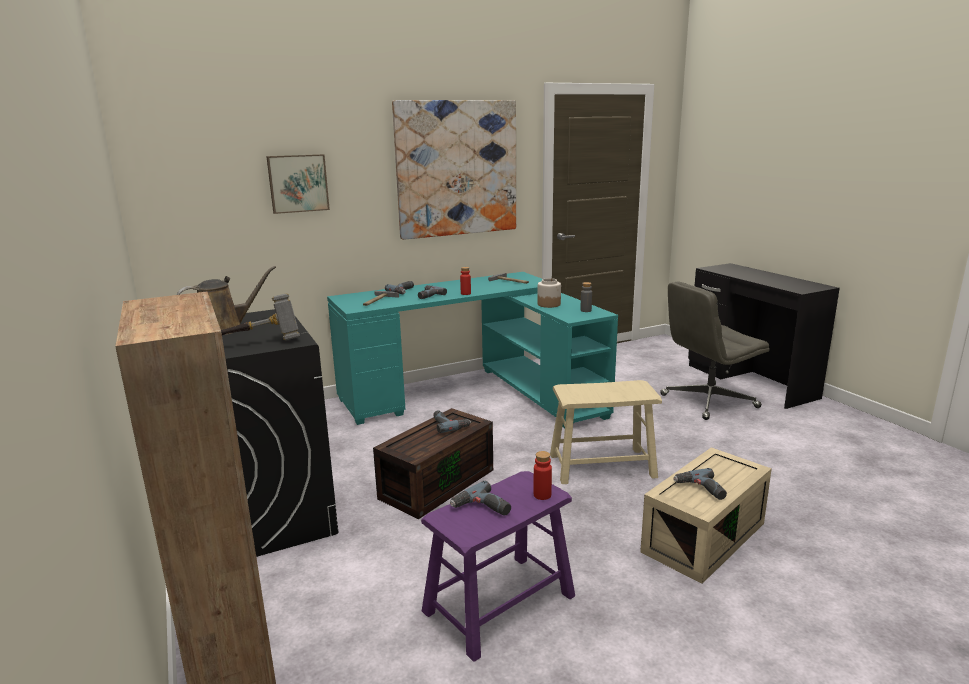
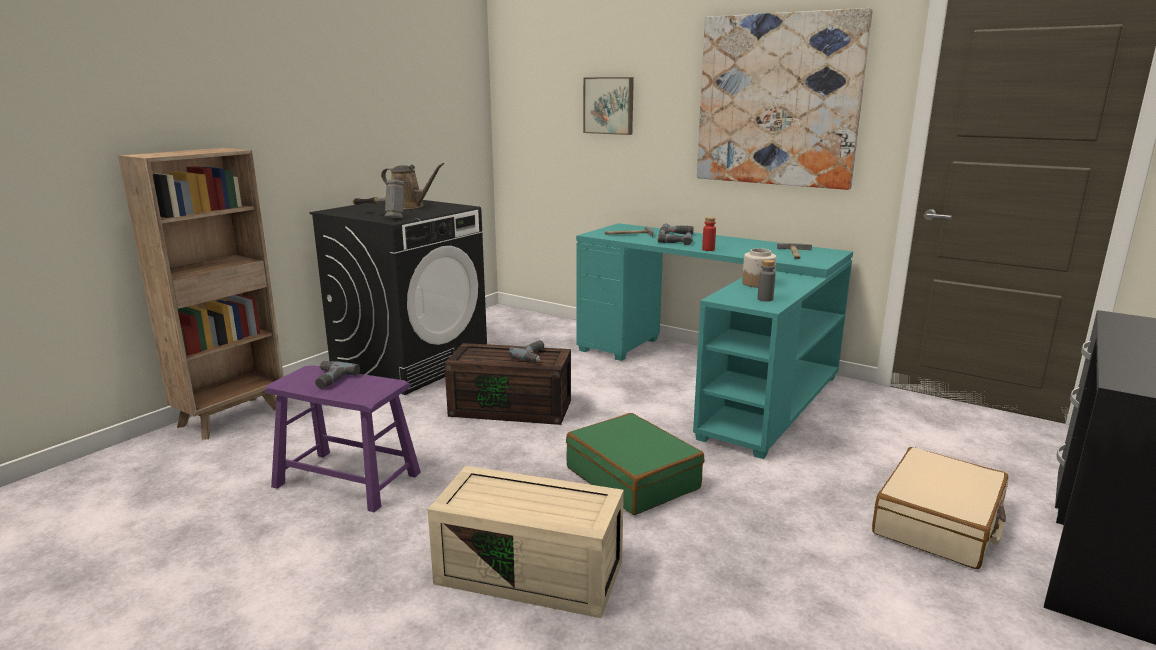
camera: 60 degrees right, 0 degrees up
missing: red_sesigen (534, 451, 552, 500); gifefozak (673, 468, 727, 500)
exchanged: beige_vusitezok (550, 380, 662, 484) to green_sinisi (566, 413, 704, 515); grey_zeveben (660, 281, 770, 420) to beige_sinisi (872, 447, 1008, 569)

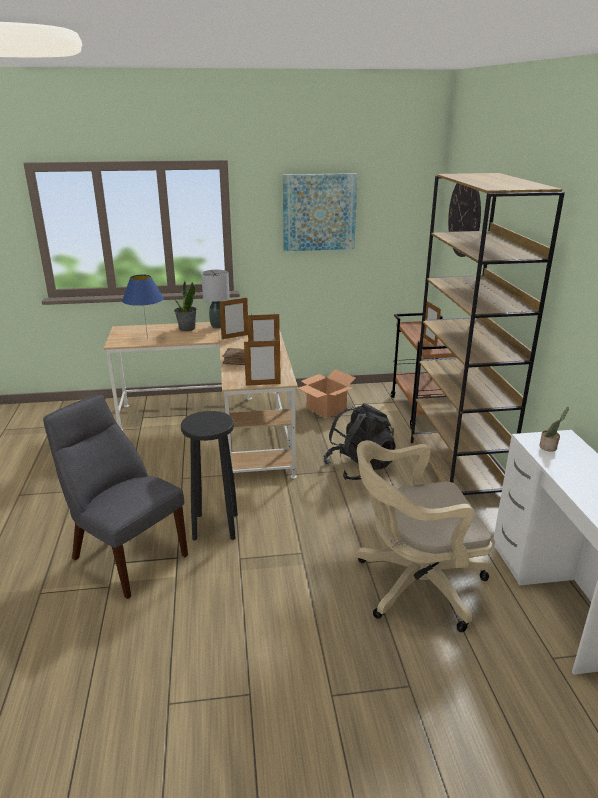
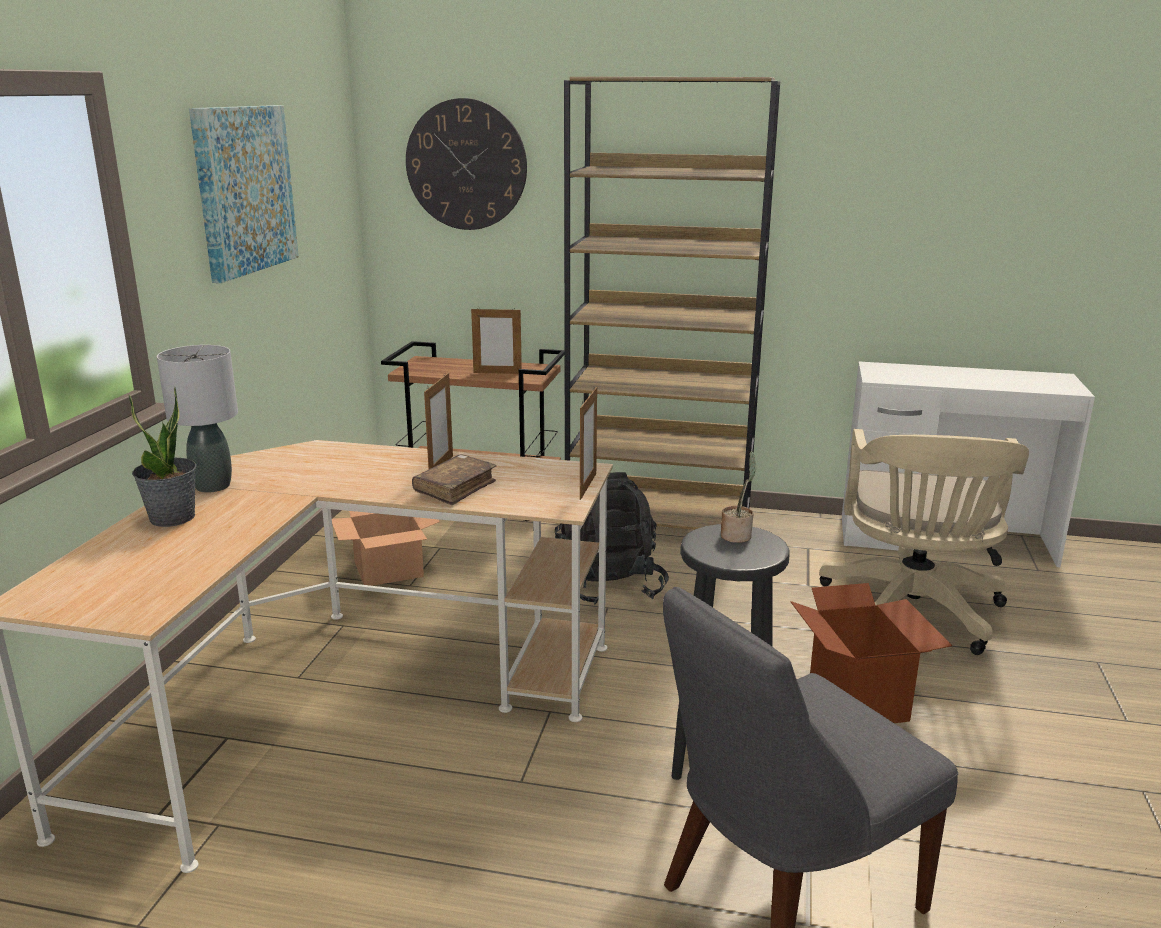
camera: 70 degrees left, 5 degrees down
missing: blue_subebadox (122, 275, 164, 340); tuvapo (219, 298, 248, 339)
appeared: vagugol (790, 583, 952, 723)
relocated: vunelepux (539, 407, 569, 452) to (721, 451, 756, 543)

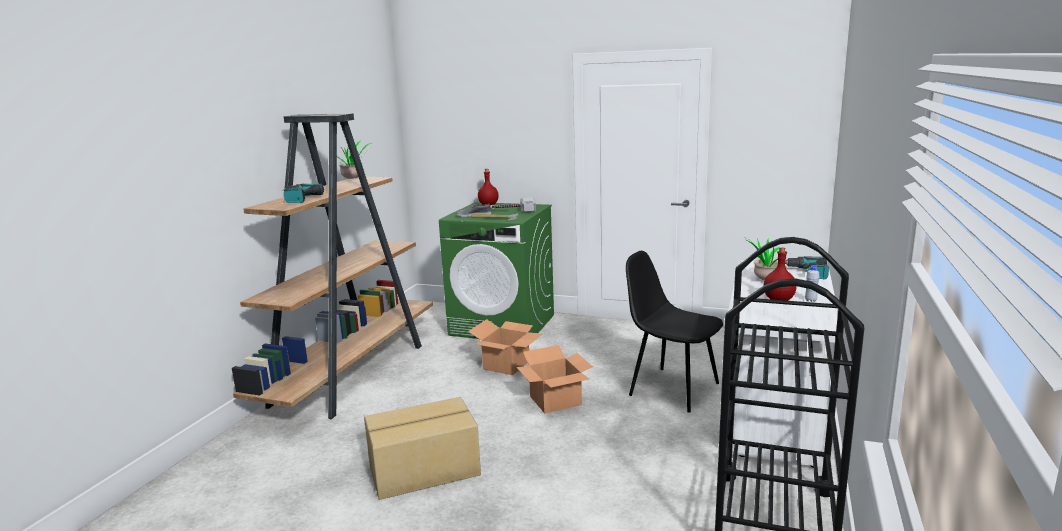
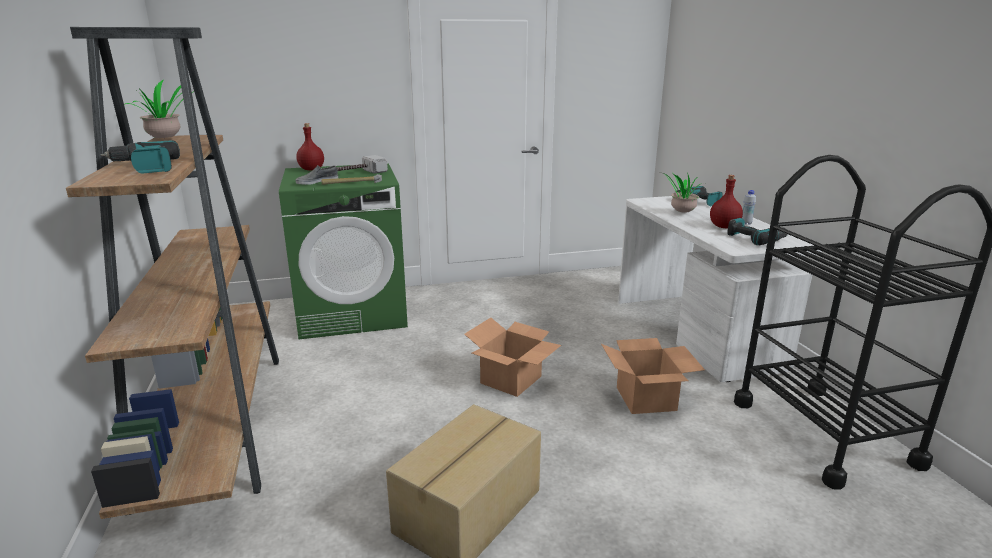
camera: 35 degrees left, 5 degrees up
missing: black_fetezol (626, 251, 723, 413)
appeared: gifefozak (727, 218, 788, 245)
relocated: vagugol (468, 319, 542, 375) to (601, 338, 705, 414)

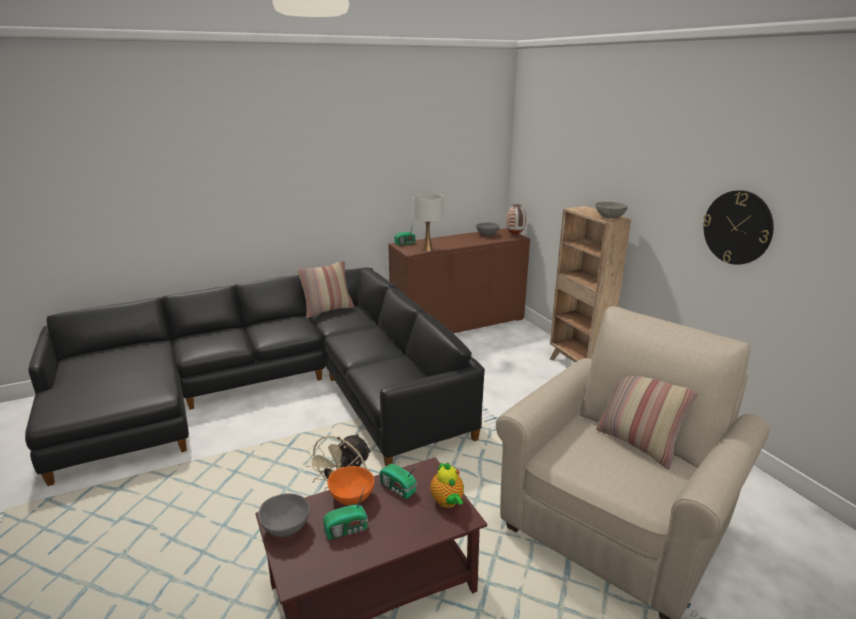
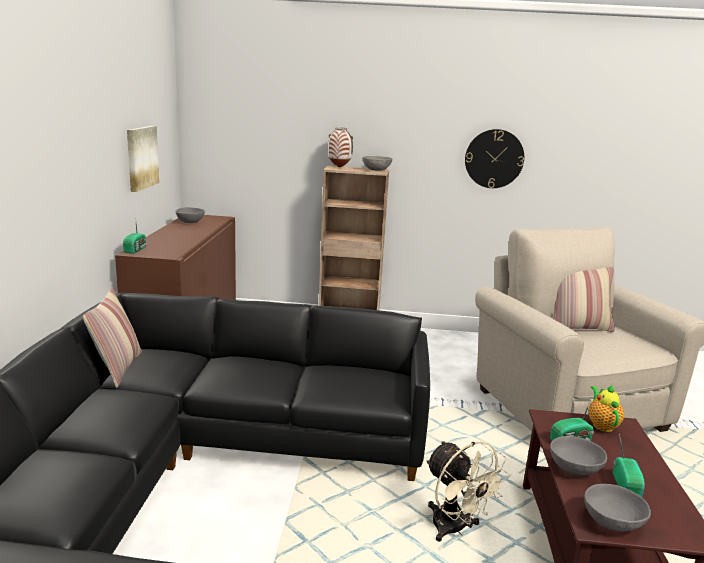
camera: 60 degrees left, 5 degrees down
missing: white_subebadox (412, 193, 443, 251)
appeared: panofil (127, 126, 159, 192)
relocated: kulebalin (506, 204, 526, 235) to (328, 127, 353, 168)
colour: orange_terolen (327, 466, 374, 505) to grey_terolen (550, 436, 607, 475)
spun: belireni (430, 462, 464, 508) = (588, 384, 624, 432) 105 degrees counterclockwise

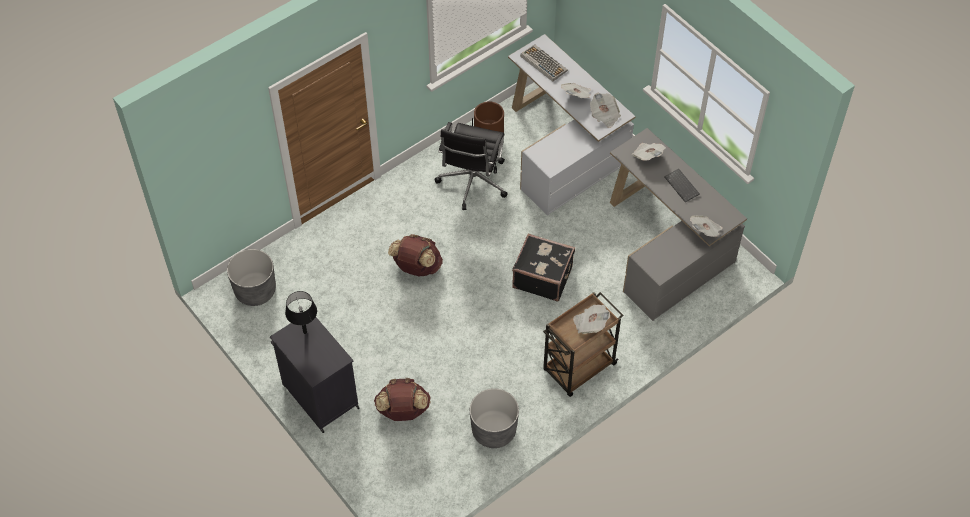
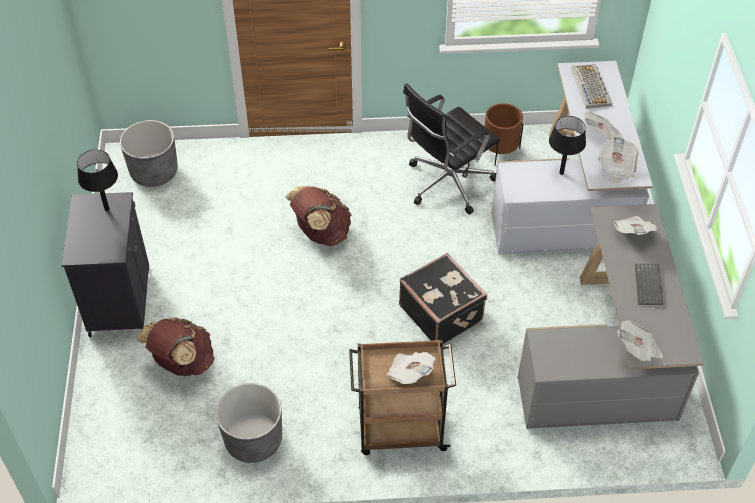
camera: 35 degrees right, 5 degrees down
appeared: black_subebadox (549, 116, 586, 175)

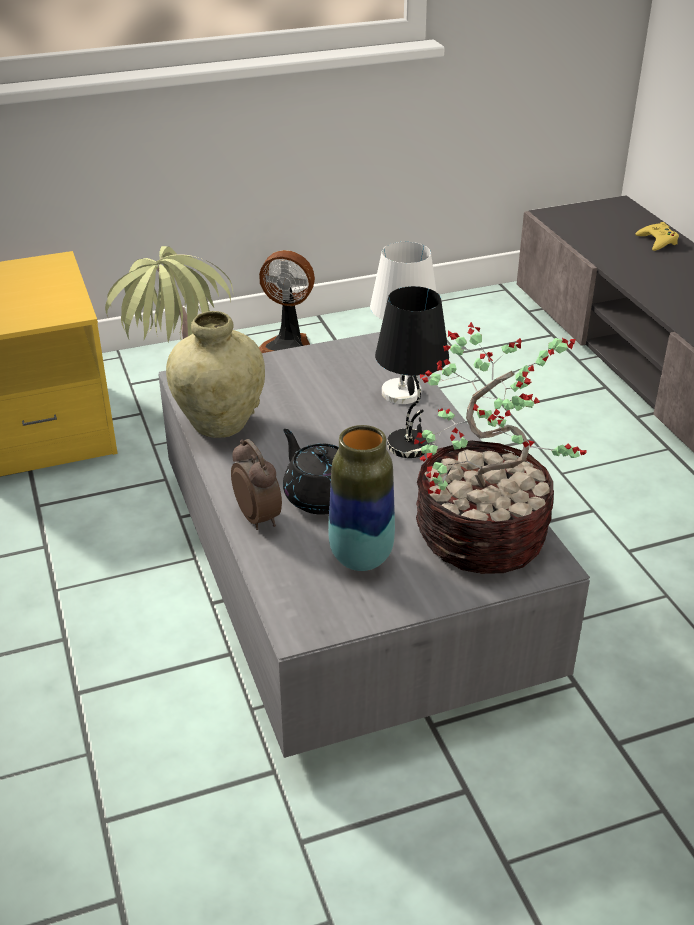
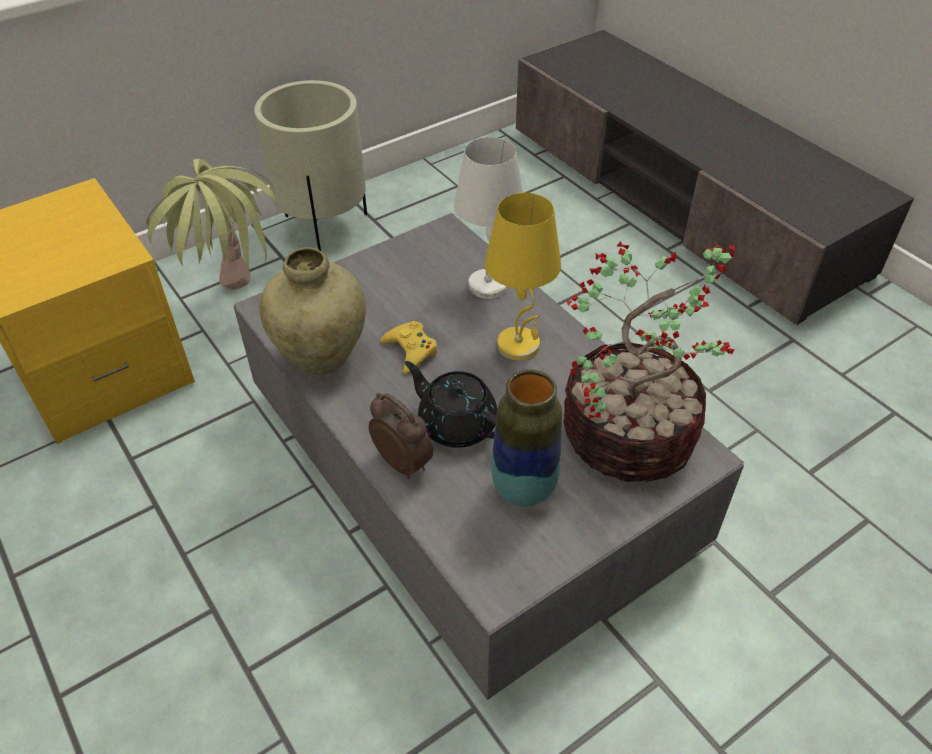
camera: 15 degrees left, 10 degrees up
relocated: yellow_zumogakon (635, 222, 679, 251) to (380, 321, 438, 374)
exchanged: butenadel (259, 250, 315, 353) to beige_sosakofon (254, 80, 367, 251)
colour: black_subebadox (375, 286, 449, 458) to yellow_subebadox (485, 193, 561, 361)

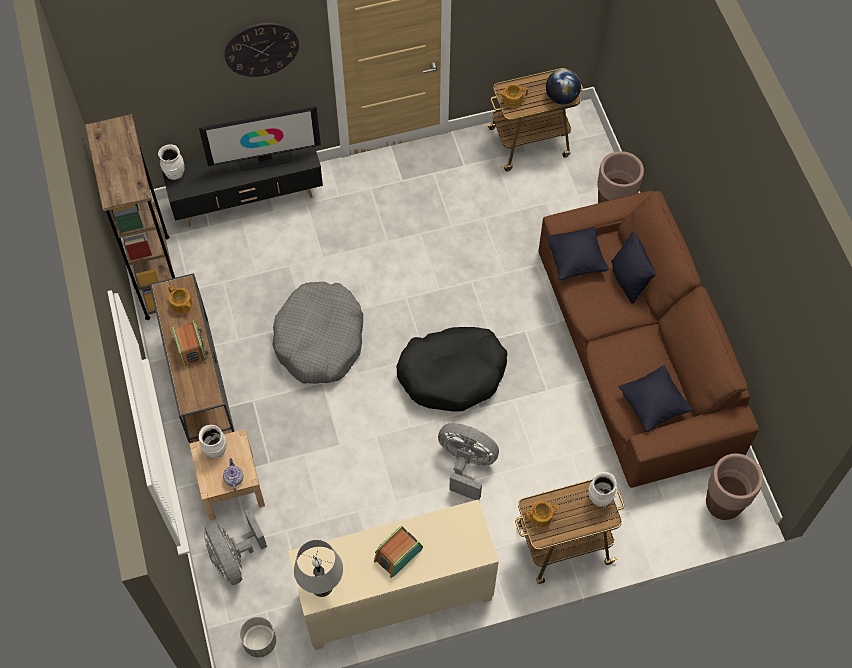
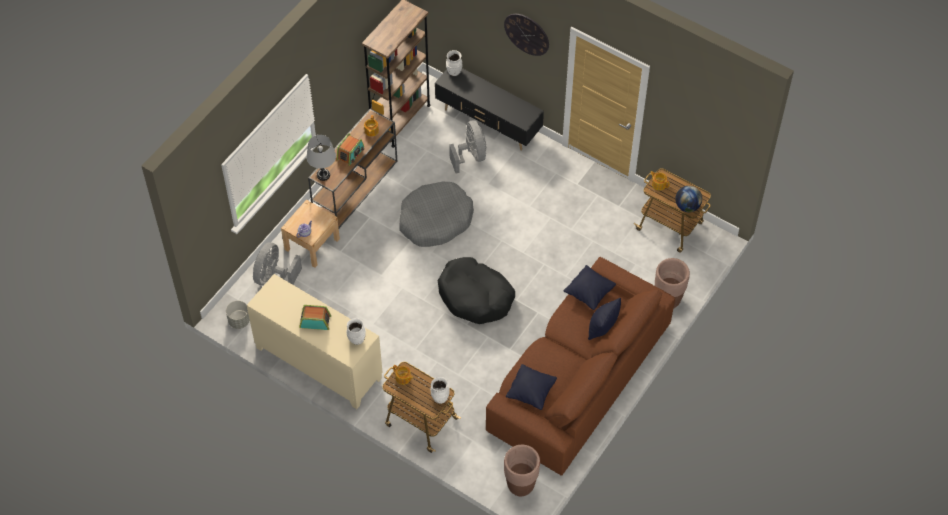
camera: 50 degrees right, 5 degrees down
missing: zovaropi (199, 105, 321, 171)
relocated: white_kulebalin (199, 425, 227, 458) to (347, 318, 366, 345); grey_subebadox (294, 540, 343, 597) to (306, 135, 336, 181); grey_butenadel (438, 423, 499, 500) to (449, 120, 486, 173)

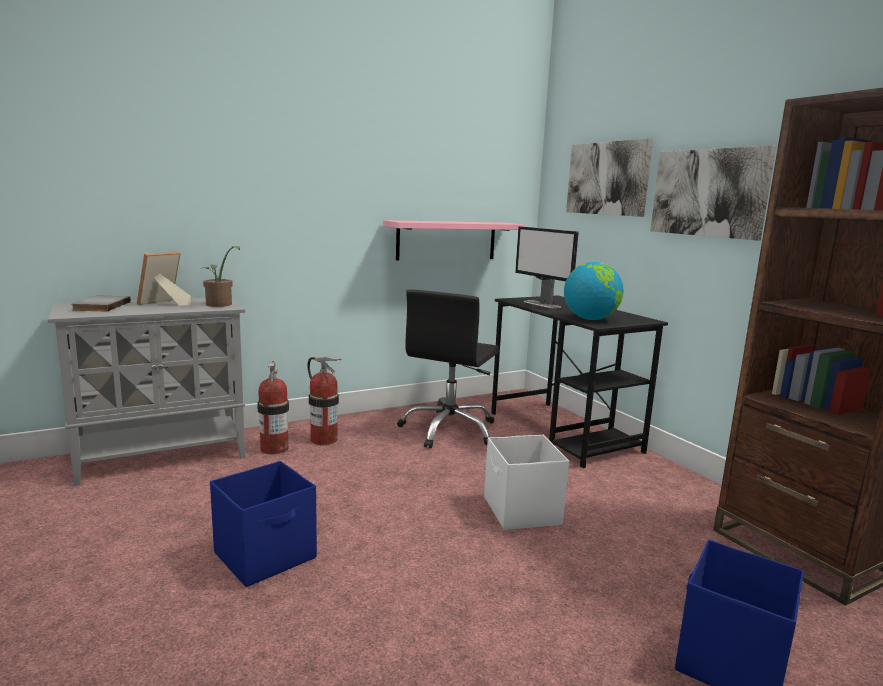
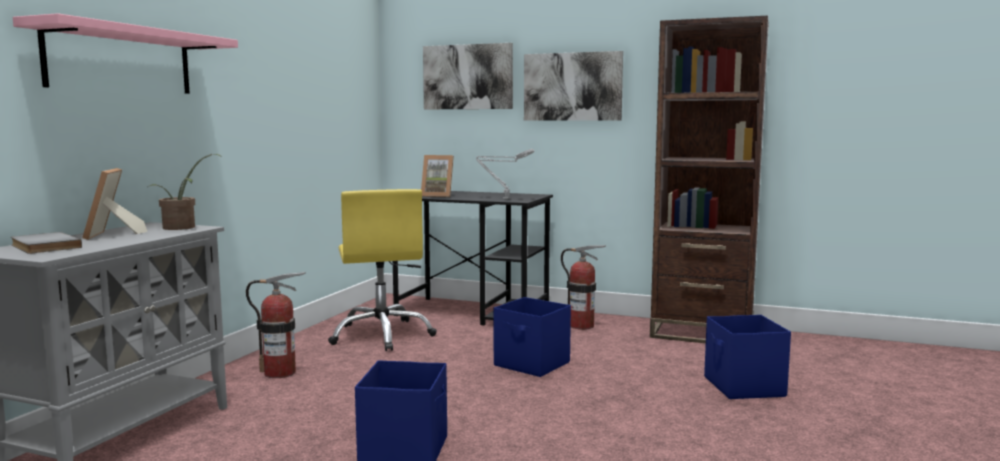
camera: 40 degrees left, 5 degrees down
relocated: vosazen (257, 361, 289, 454) to (561, 245, 606, 330); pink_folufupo (383, 220, 526, 260) to (13, 13, 238, 94)
exchanged: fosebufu (515, 227, 579, 308) to tuvapo (421, 155, 454, 197); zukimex (564, 262, 624, 320) to grey_subebadox (476, 149, 534, 199)
colour: black_zeveben (397, 289, 499, 448) to yellow_zeveben (328, 189, 437, 351); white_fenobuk (484, 435, 569, 530) to blue_fenobuk (494, 297, 571, 377)

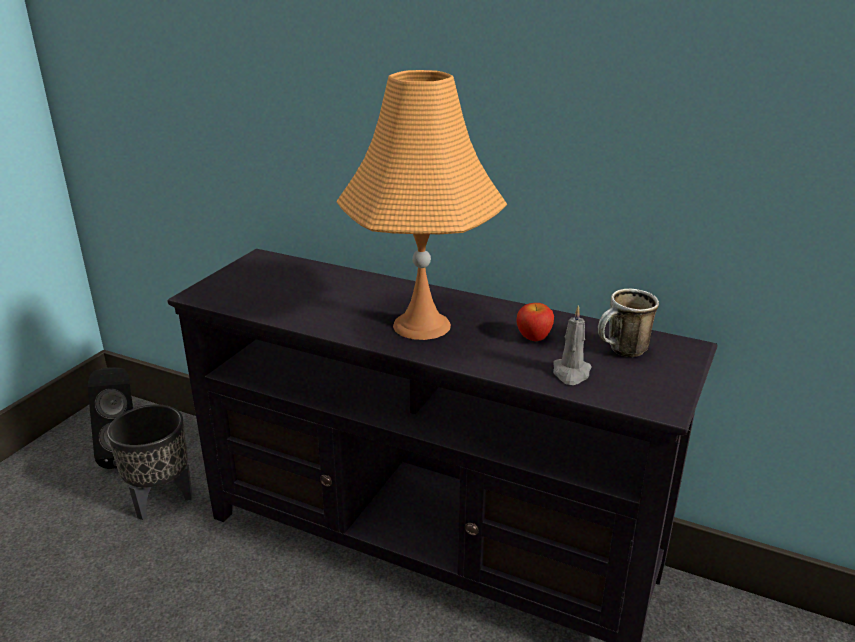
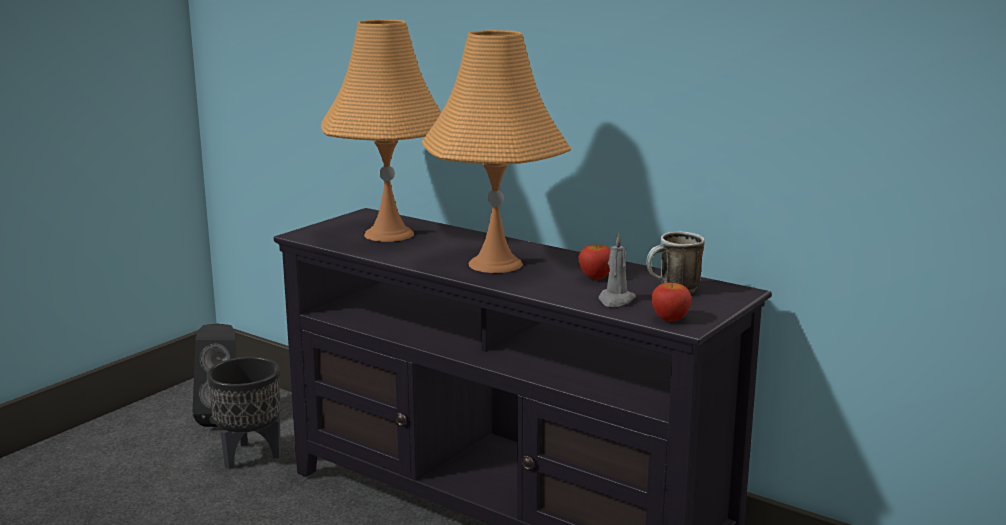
camera: 10 degrees right, 10 degrees down
appeared: orange_subebadox (321, 19, 441, 242); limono (651, 283, 692, 322)

